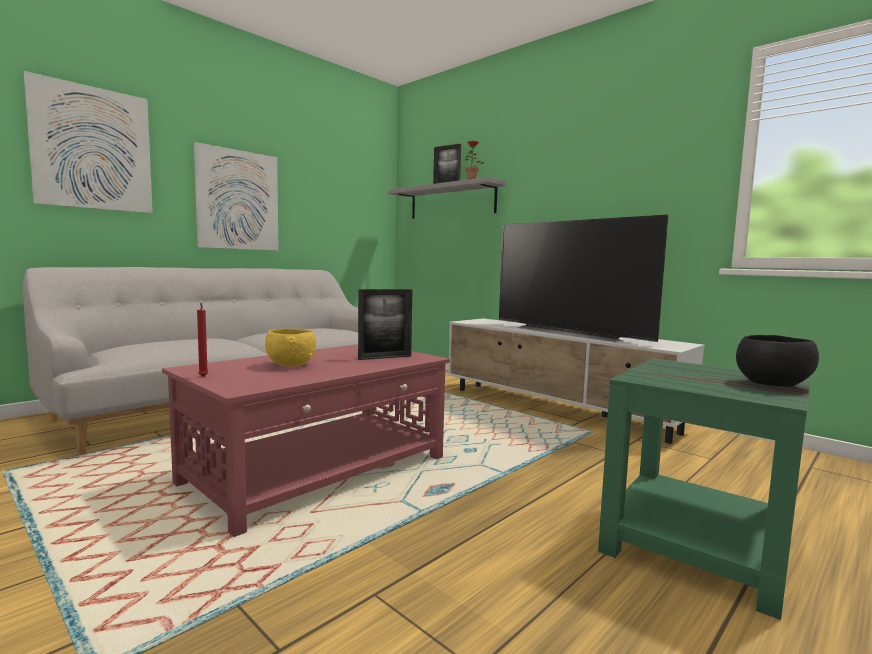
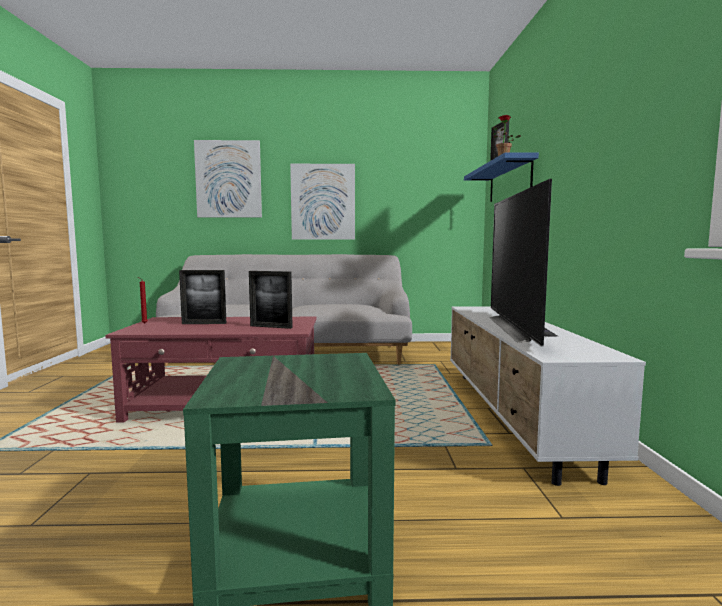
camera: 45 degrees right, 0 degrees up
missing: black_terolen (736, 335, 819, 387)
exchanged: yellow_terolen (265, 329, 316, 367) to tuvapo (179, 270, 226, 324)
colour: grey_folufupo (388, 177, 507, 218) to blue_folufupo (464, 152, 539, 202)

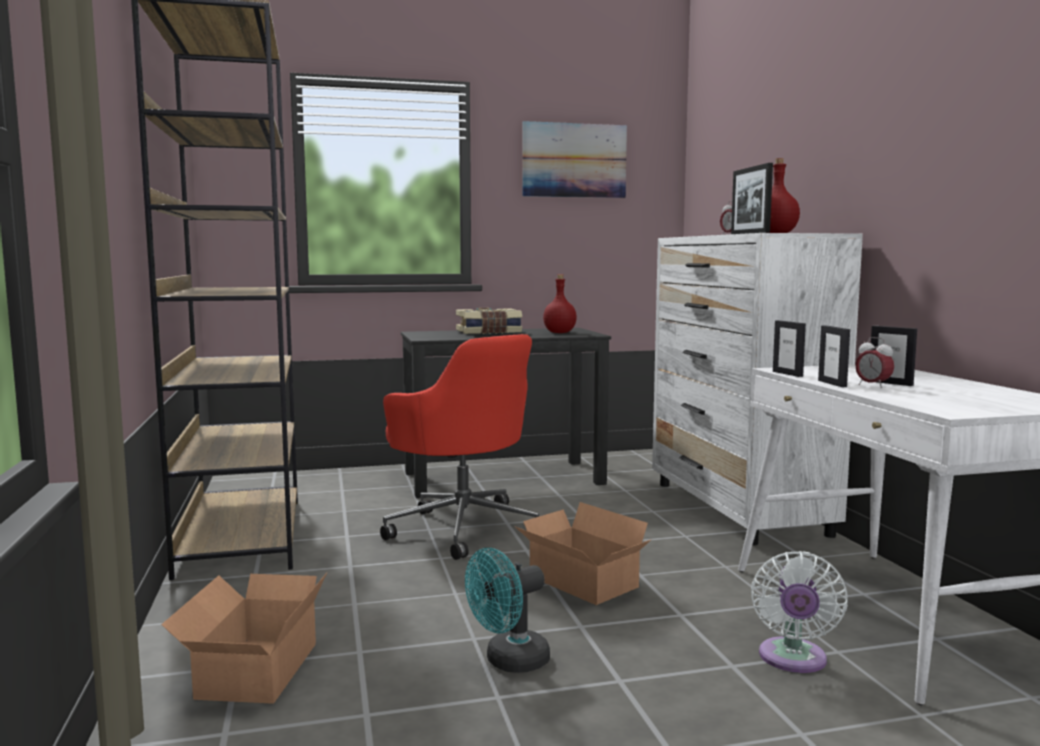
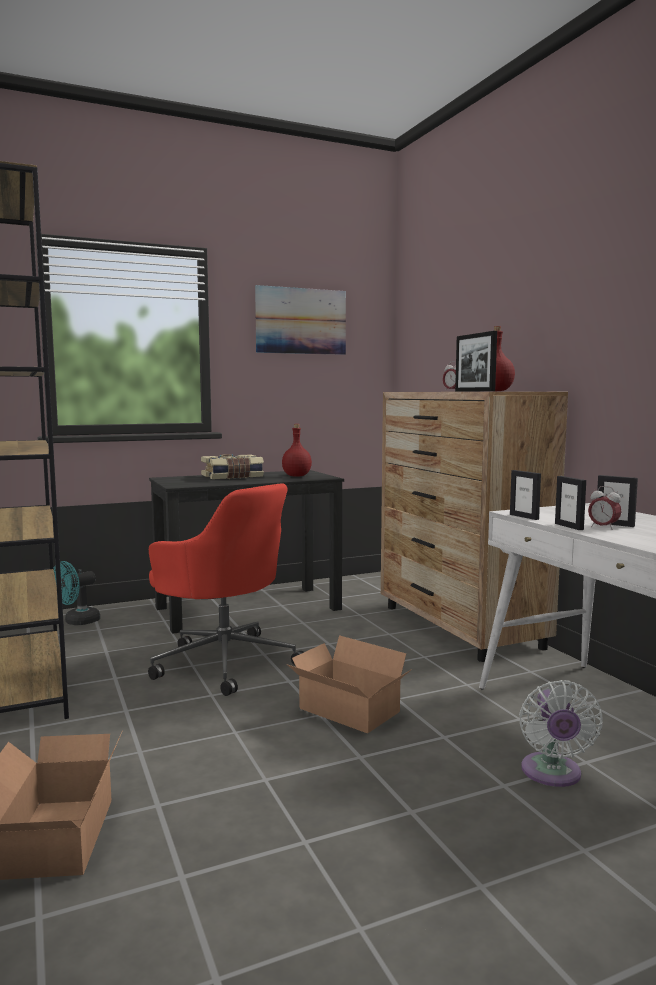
camera: 10 degrees left, 0 degrees up
relocated: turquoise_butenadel (465, 548, 550, 673) to (53, 561, 100, 625)
colour: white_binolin (652, 233, 863, 545) to brown_binolin (381, 392, 568, 662)

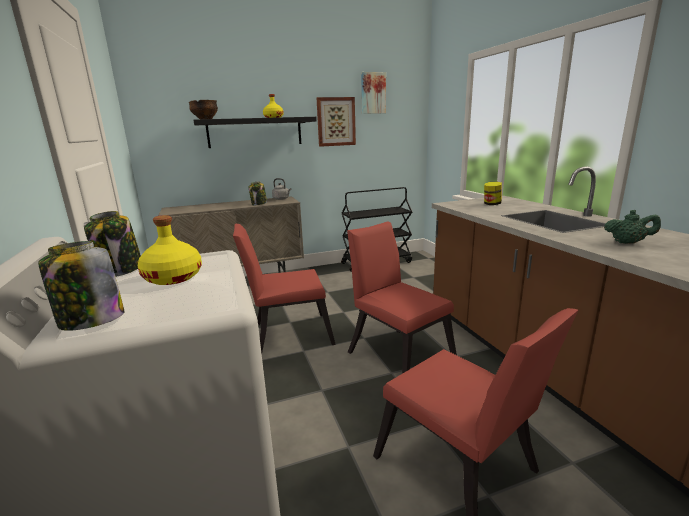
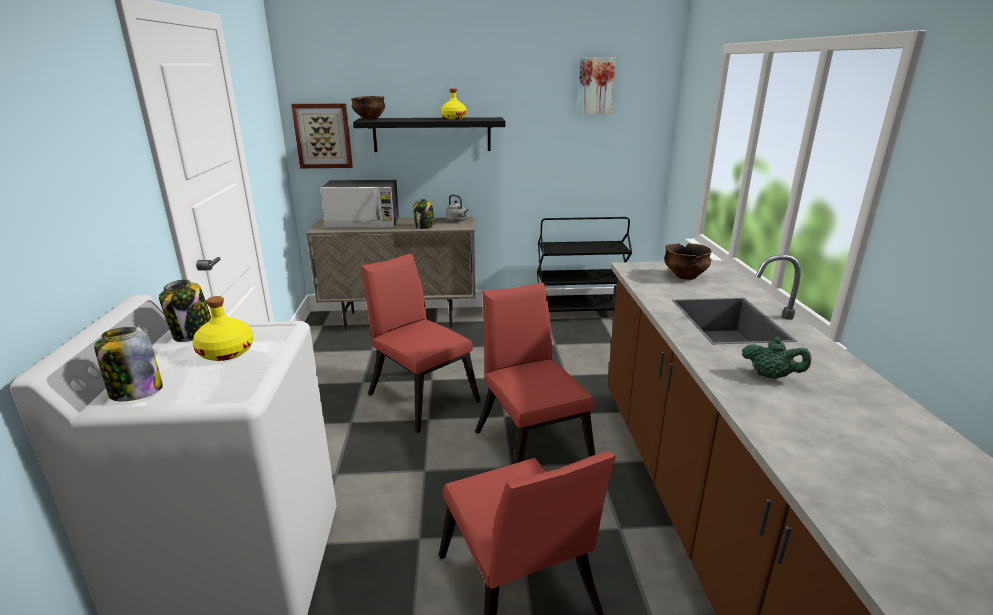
camera: 15 degrees right, 5 degrees up
appeared: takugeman (321, 180, 399, 228)
relocated: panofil (317, 97, 356, 147) to (291, 103, 353, 168)
exchanged: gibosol (484, 182, 502, 205) to terolen (664, 243, 712, 280)
spun: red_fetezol (233, 224, 336, 353) = (361, 254, 481, 433) 45 degrees clockwise

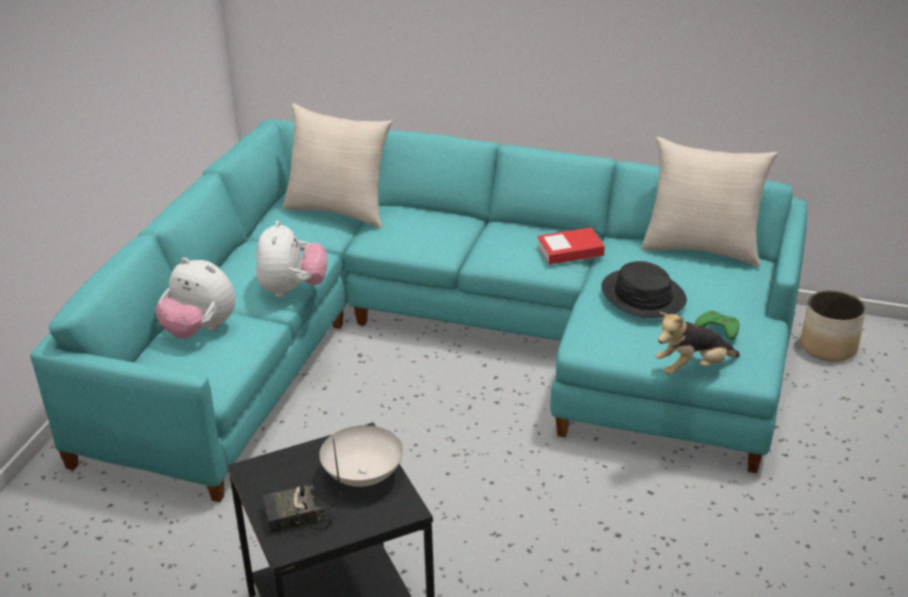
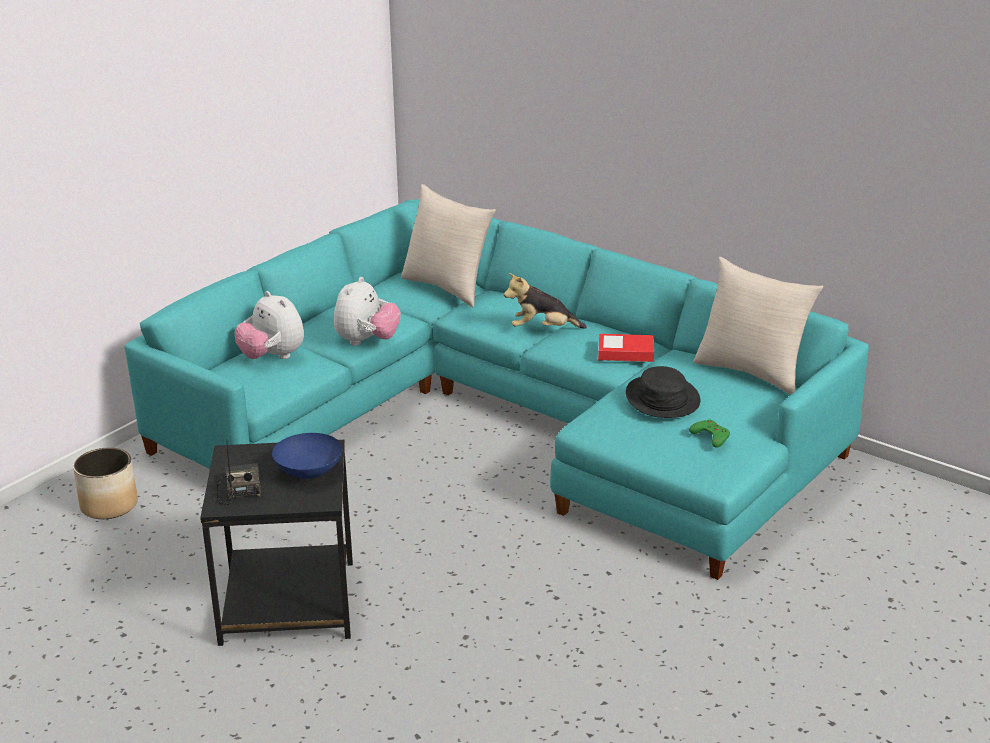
camera: 20 degrees right, 5 degrees down
relocated: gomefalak (656, 312, 740, 375) to (504, 273, 587, 329); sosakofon (801, 290, 866, 361) to (73, 448, 138, 519)
colour: white_terolen (319, 425, 403, 487) to blue_terolen (272, 433, 343, 479)
spun: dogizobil (262, 438, 341, 533) = (217, 439, 261, 505) 75 degrees clockwise

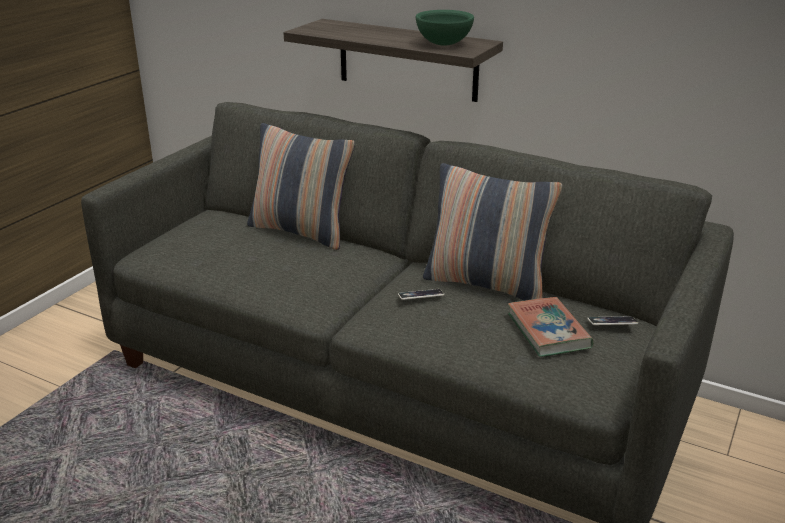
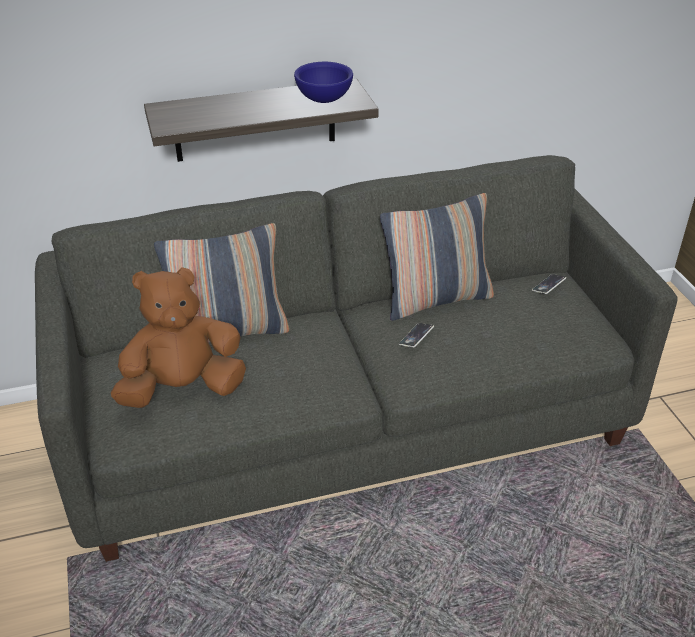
camera: 45 degrees left, 10 degrees up
missing: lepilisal (508, 297, 594, 357)
appeared: brown_gomefalak (111, 267, 246, 408)
colour: green_terolen (416, 10, 474, 46) to blue_terolen (294, 62, 353, 103)

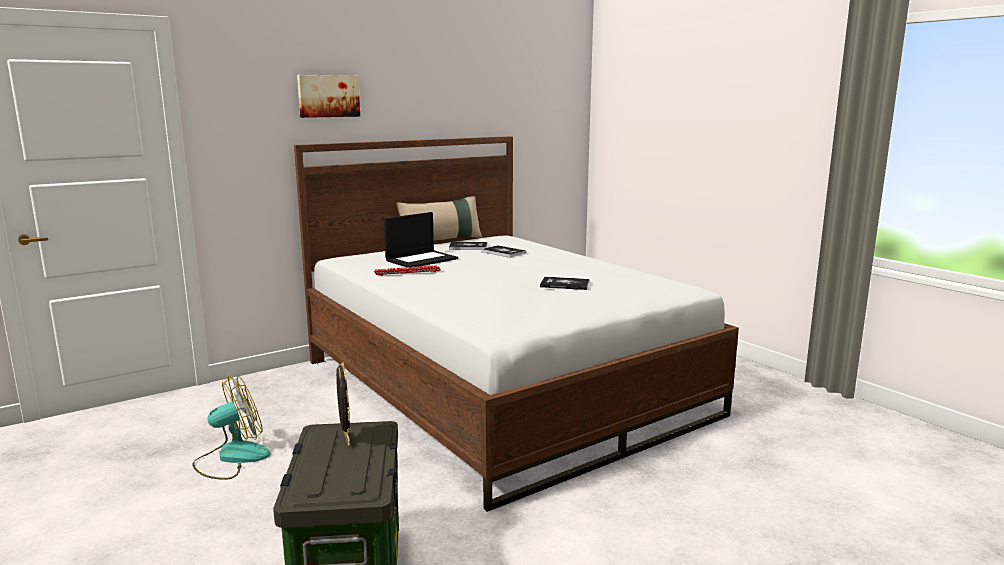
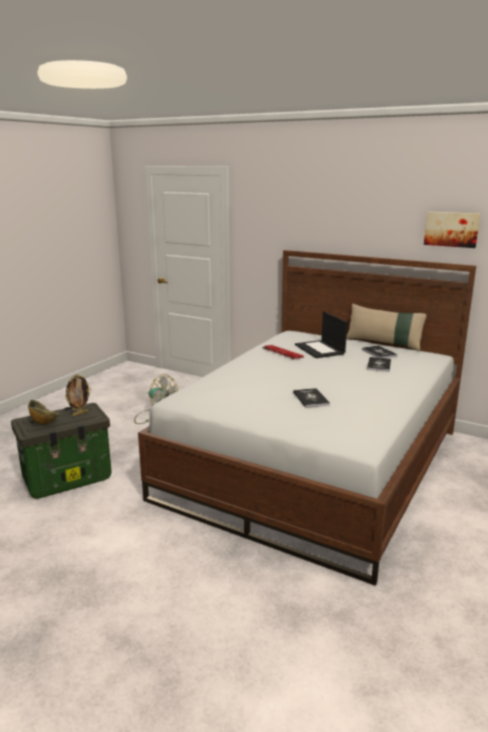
camera: 65 degrees right, 5 degrees up
appeared: terolen (28, 400, 59, 425)
relocated: panofil (297, 75, 360, 118) to (424, 212, 480, 248)
spun: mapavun (384, 212, 458, 268) = (295, 311, 347, 358) 45 degrees clockwise

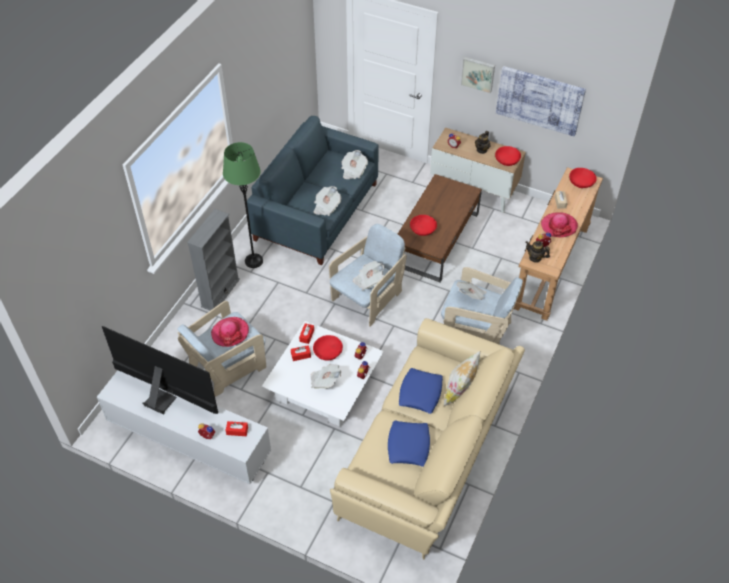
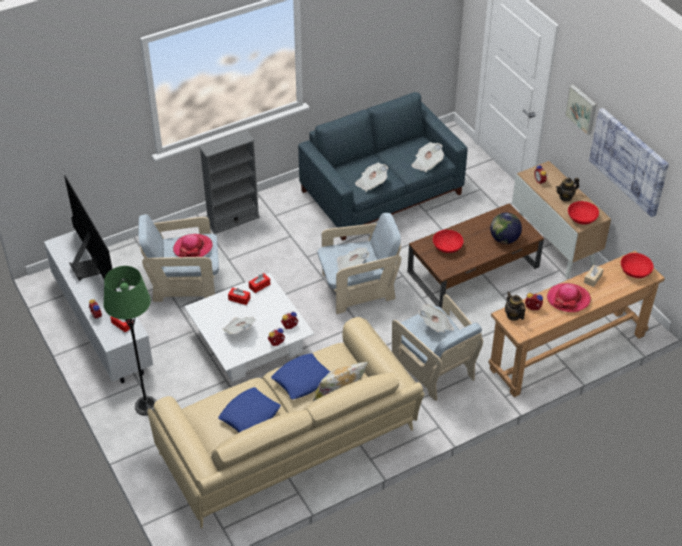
camera: 35 degrees right, 5 degrees down
missing: red_terolen (313, 335, 343, 360)
appeared: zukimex (490, 213, 522, 244)
relocated: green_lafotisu (223, 142, 263, 268) to (103, 266, 157, 416)

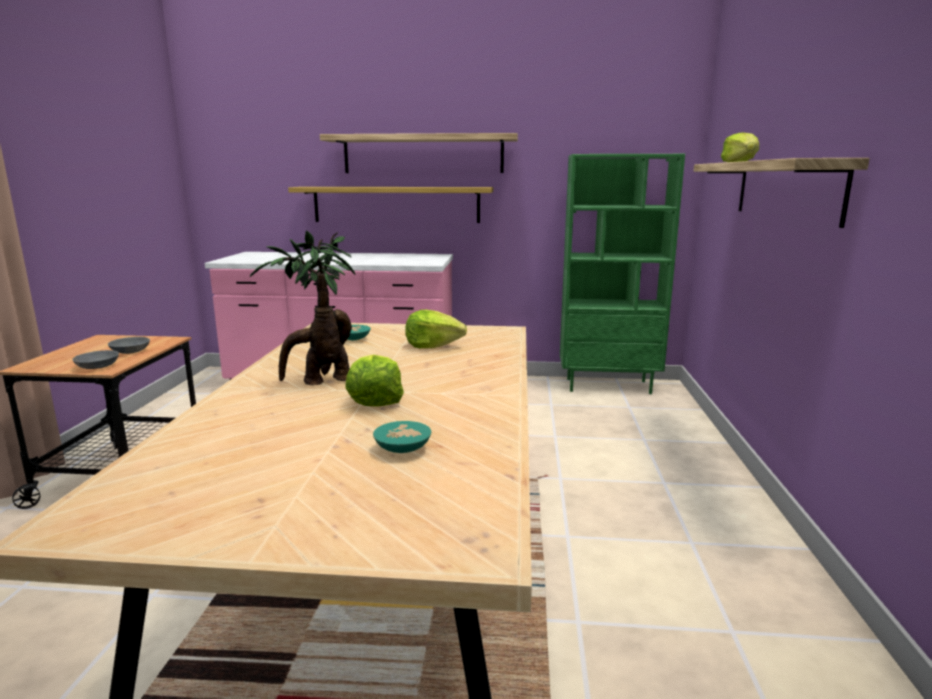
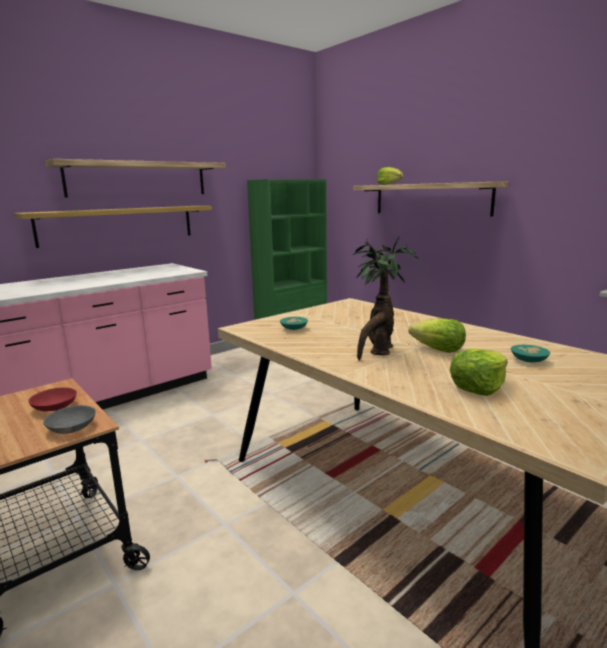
camera: 45 degrees left, 0 degrees up
relocated: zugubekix (406, 310, 467, 348) to (450, 348, 508, 396)
colour: grey_terolen (108, 337, 150, 354) to red_terolen (28, 387, 77, 411)

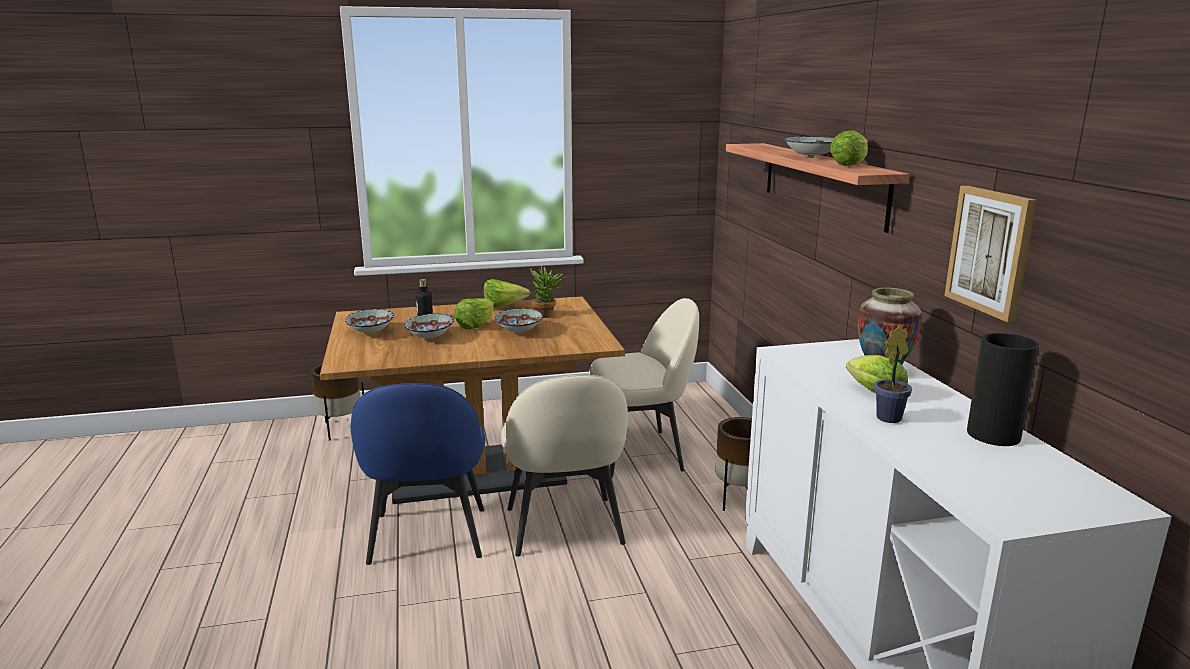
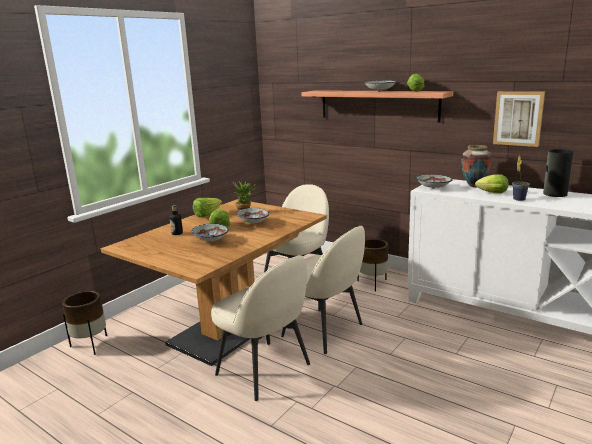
camera: 40 degrees left, 0 degrees up
relocated: terolen (345, 309, 394, 334) to (416, 175, 453, 189)
colour: blue_fetezol (351, 383, 485, 565) to beige_fetezol (211, 255, 310, 401)

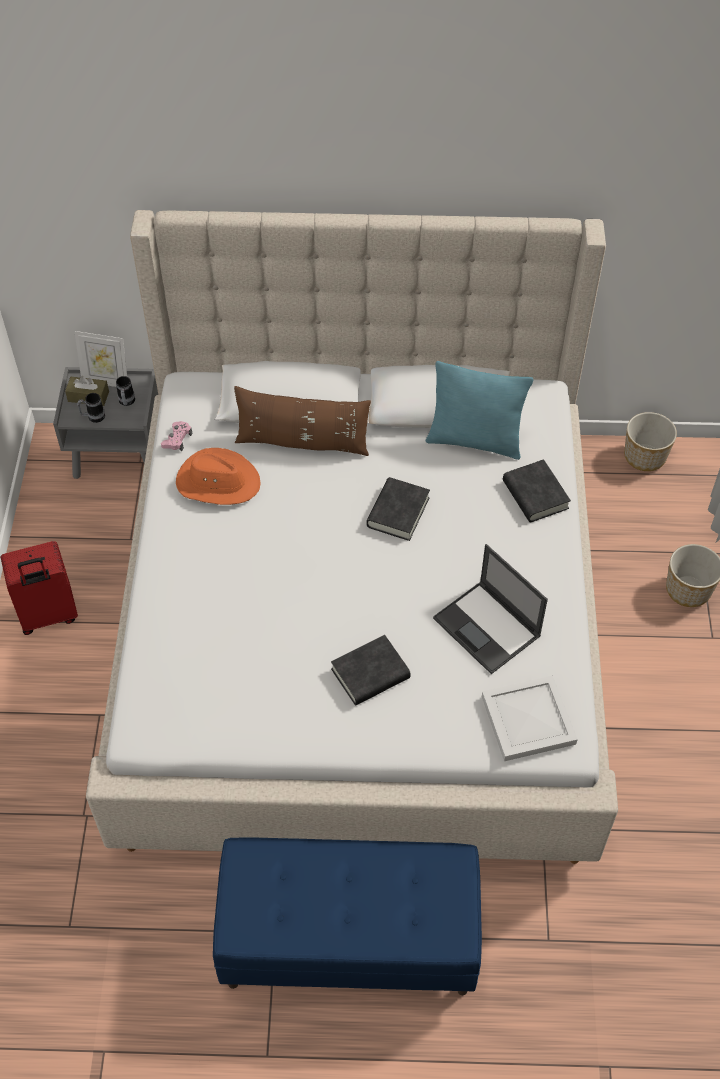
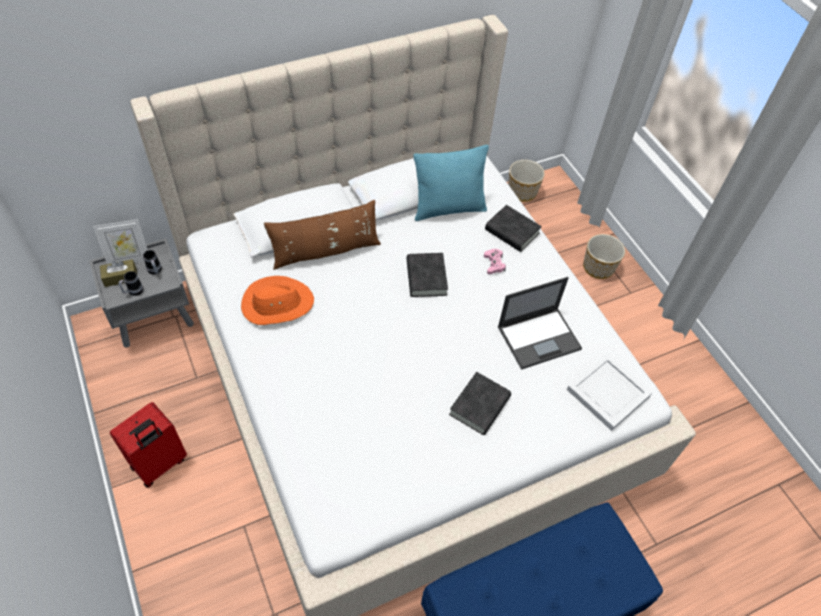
camera: 30 degrees left, 0 degrees up
relocated: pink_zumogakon (161, 421, 193, 451) to (484, 249, 506, 274)
spun: mapavun (433, 544, 548, 674) = (498, 277, 582, 370) 45 degrees counterclockwise

